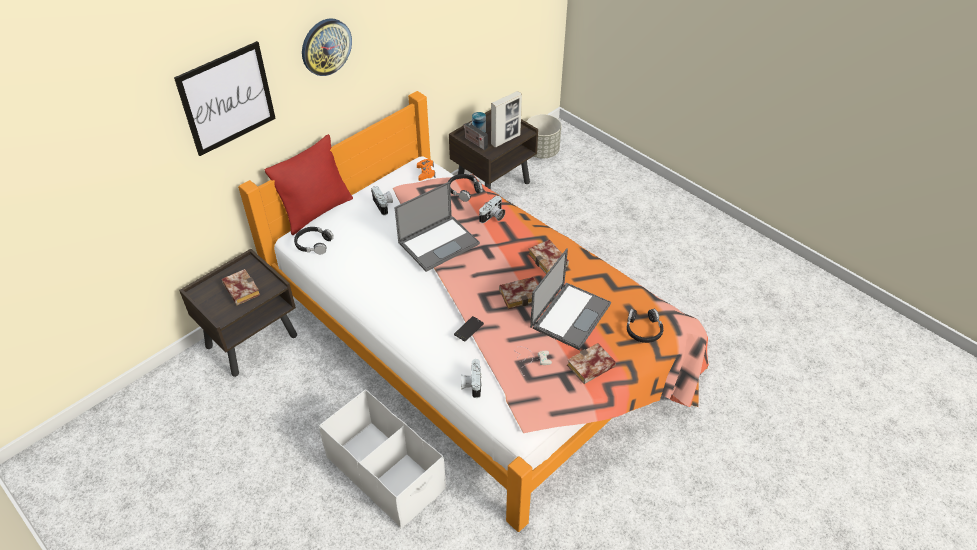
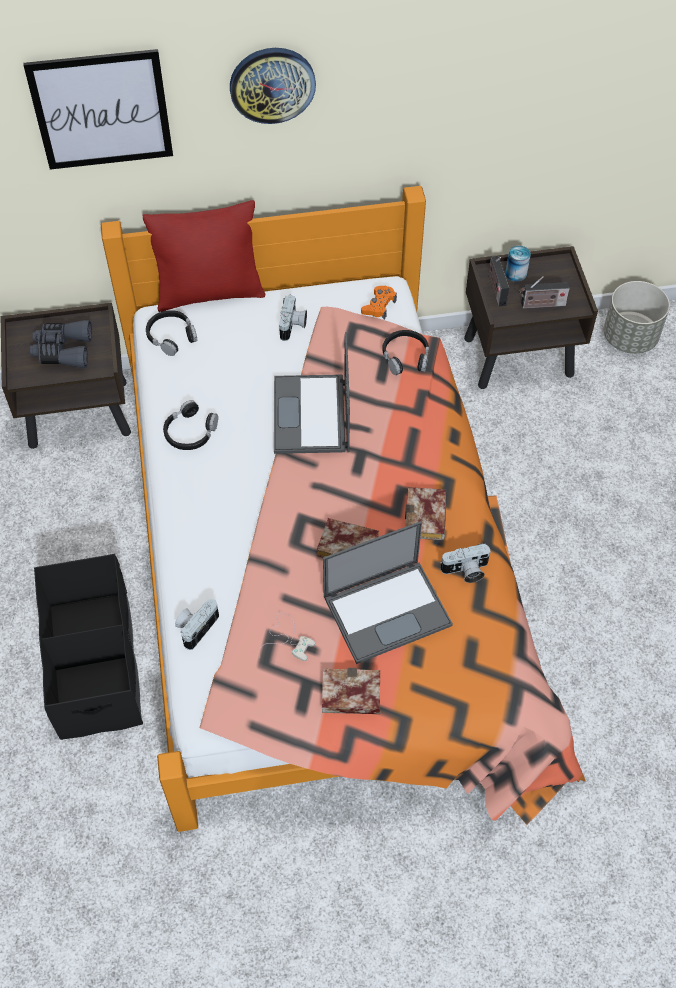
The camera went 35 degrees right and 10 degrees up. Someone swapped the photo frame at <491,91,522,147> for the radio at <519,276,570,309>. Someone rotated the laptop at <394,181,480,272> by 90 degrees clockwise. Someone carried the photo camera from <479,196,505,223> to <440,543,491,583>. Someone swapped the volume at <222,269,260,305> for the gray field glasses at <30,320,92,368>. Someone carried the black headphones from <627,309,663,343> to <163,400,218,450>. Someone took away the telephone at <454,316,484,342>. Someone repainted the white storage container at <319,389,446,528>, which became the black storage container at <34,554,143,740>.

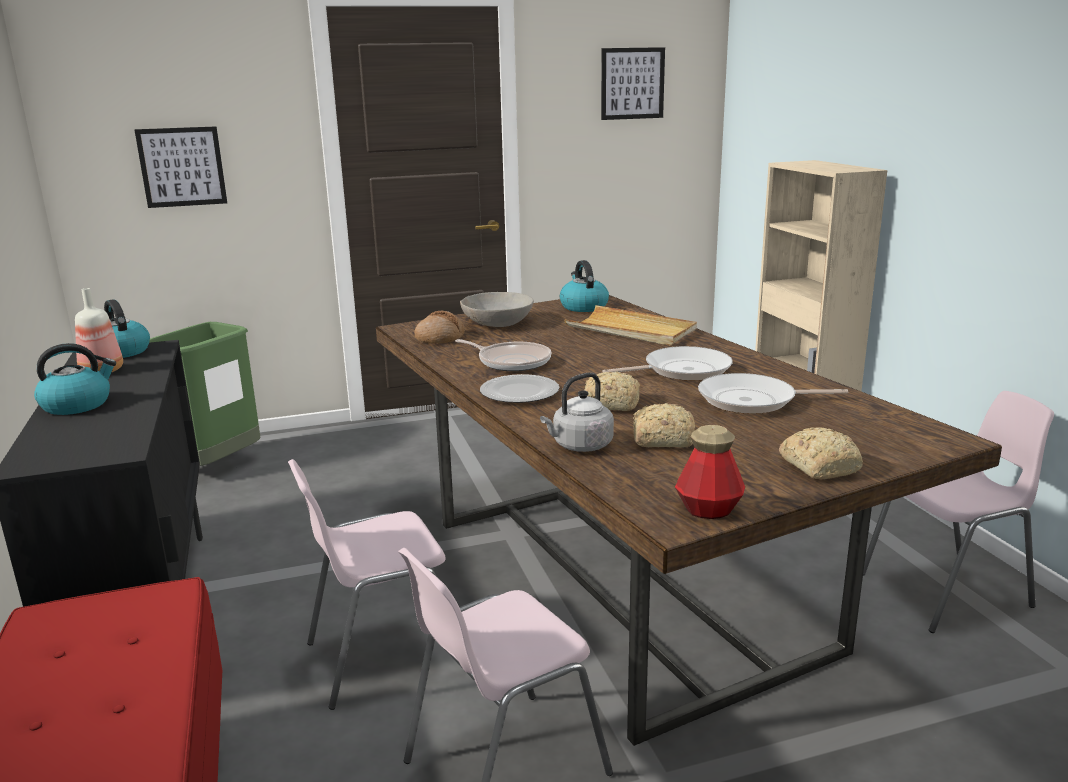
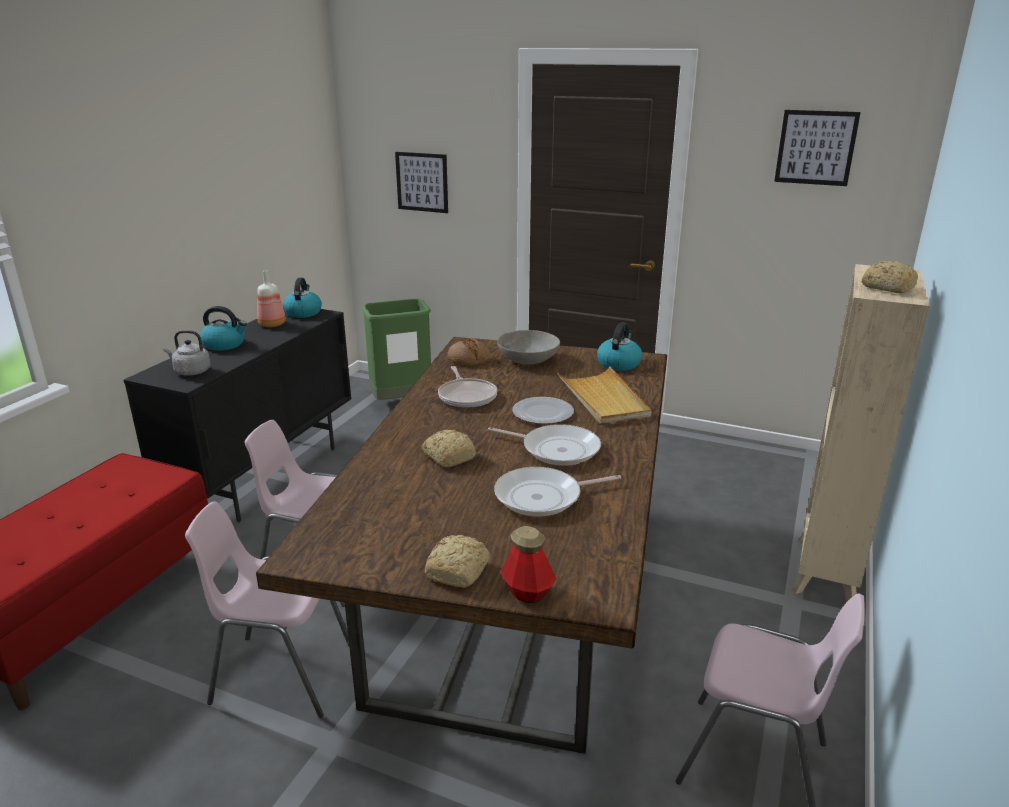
The camera went 40 degrees right and 5 degrees up. Someone carried the gray tea kettle from <540,372,614,452> to <163,330,211,376>. Someone rotated the pan at <698,373,848,414> by 60 degrees counterclockwise. Someone carried the plate from <480,374,560,403> to <512,397,574,424>. Someone carried the bakery bread from <633,403,695,448> to <861,261,918,293>. Someone carried the bottle from <675,425,745,519> to <501,526,556,603>.

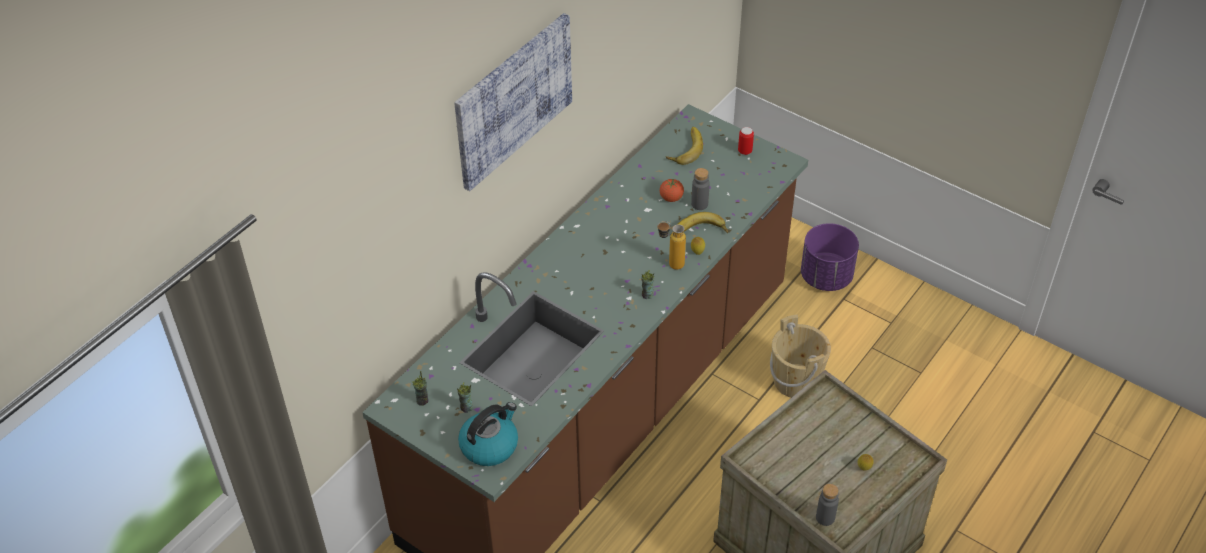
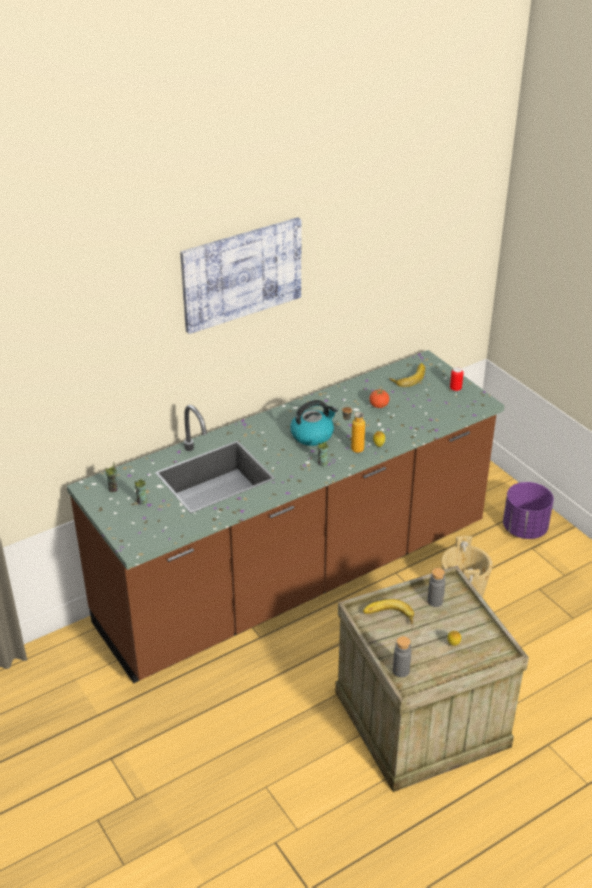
The camera went 20 degrees right and 10 degrees down. Someone carried the gray bottle from <691,168,710,210> to <427,568,445,607>. Someone carried the whole banana from <678,212,728,234> to <363,599,414,625>. Someone carried the tea kettle from <458,402,518,466> to <290,400,338,446>.

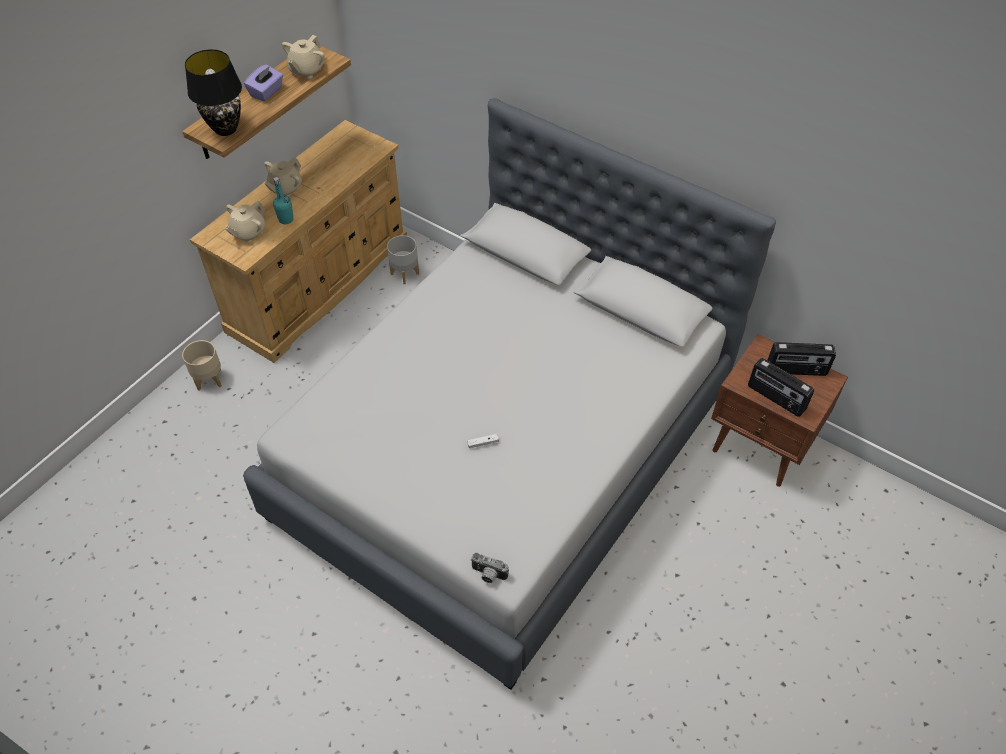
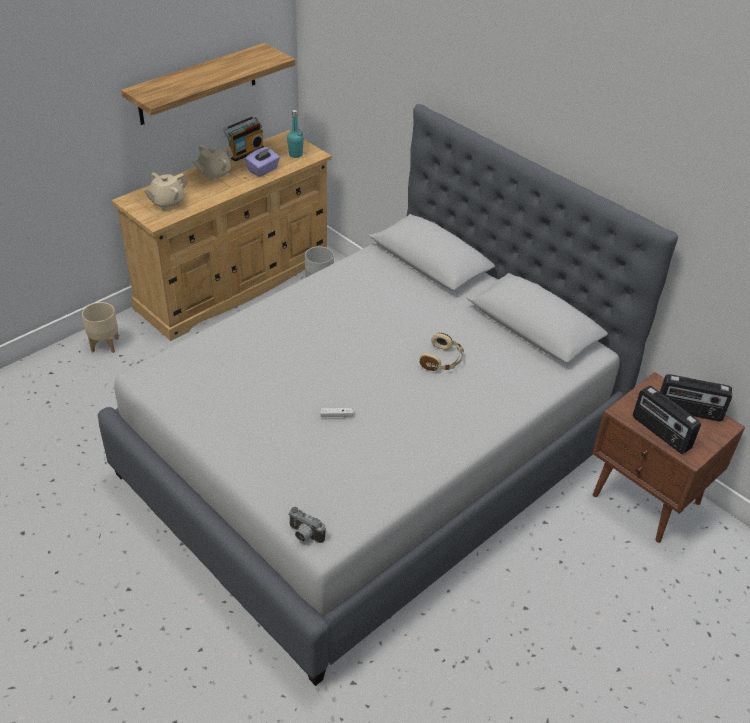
The camera went 10 degrees right and 10 degrees down. Someone took away the beige-coloured teapot at <282,35,325,79>. Someone took away the black lamp for a table at <185,49,242,136>. Someone carried the purplish tissue holder from <244,64,283,102> to <245,147,280,177>. Someone carried the blue-green bottle from <273,177,294,224> to <287,110,304,158>. Someone put down the radio at <223,115,264,161>. Someone put down the beige-coloured headphones at <420,333,464,371>.

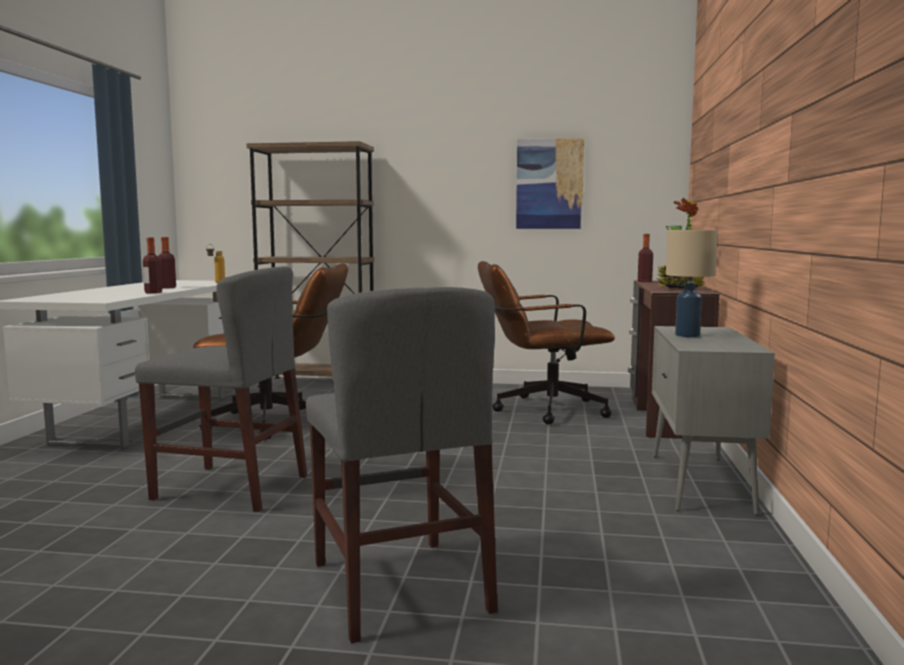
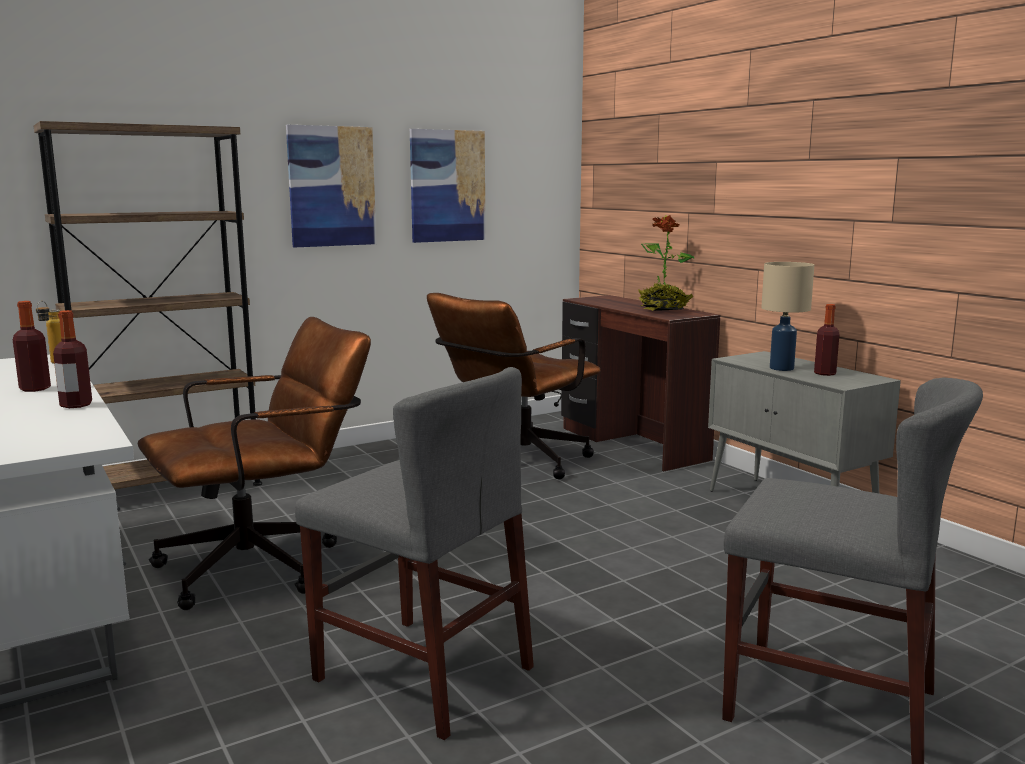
The camera went 40 degrees left and 5 degrees up. Someone carried the bottle from <638,234,653,282> to <814,304,839,376>. Someone rotated the gray plain chair at <135,266,307,512> by 60 degrees clockwise. Someone put up the wall art at <286,125,376,248>.

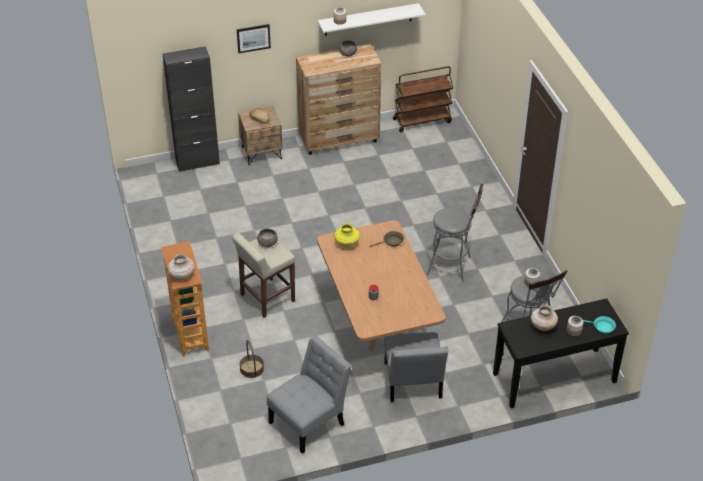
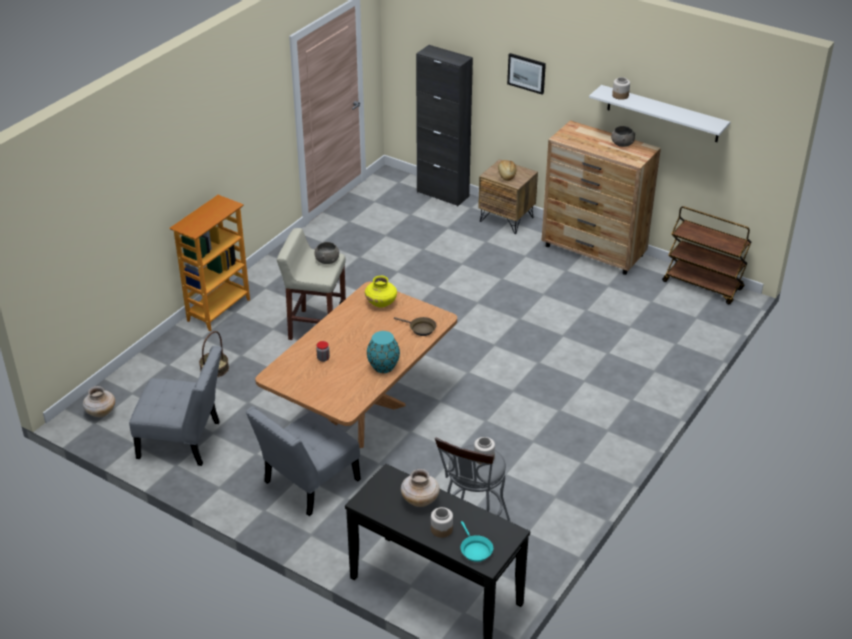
The camera went 50 degrees right and 5 degrees down. Someone took away the gray sitting stool at <427,183,483,282>. Someone carried the beige-coloured flower vase from <168,254,195,280> to <83,386,115,417>. Someone put down the blue-green flower vase at <367,331,400,373>.

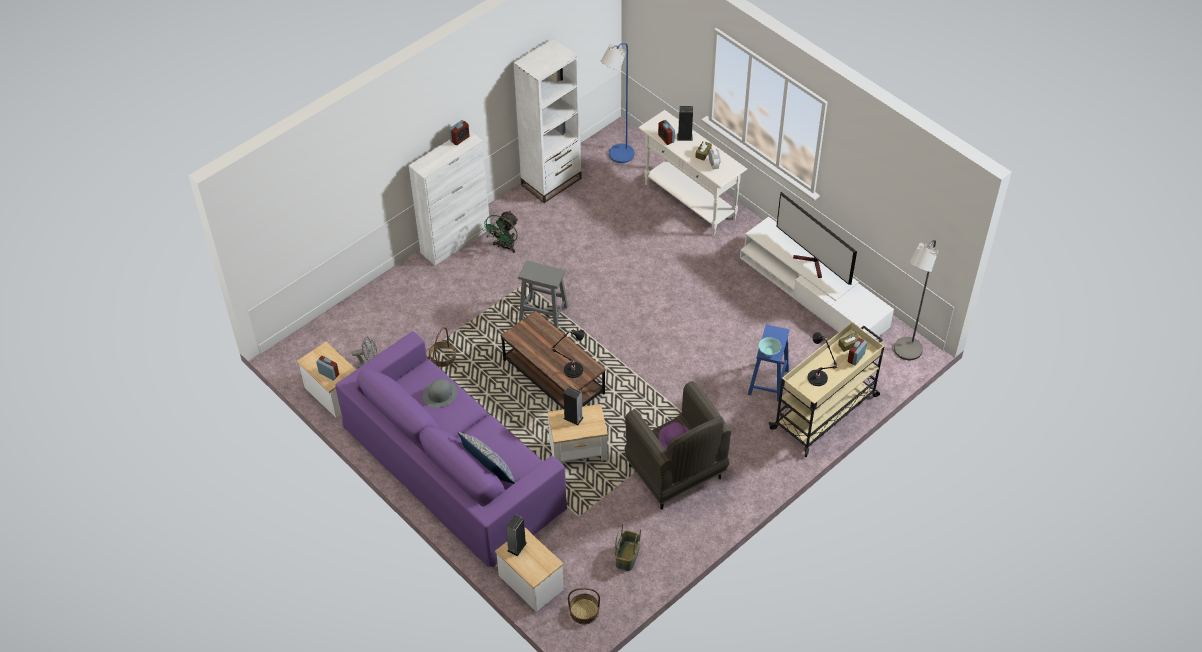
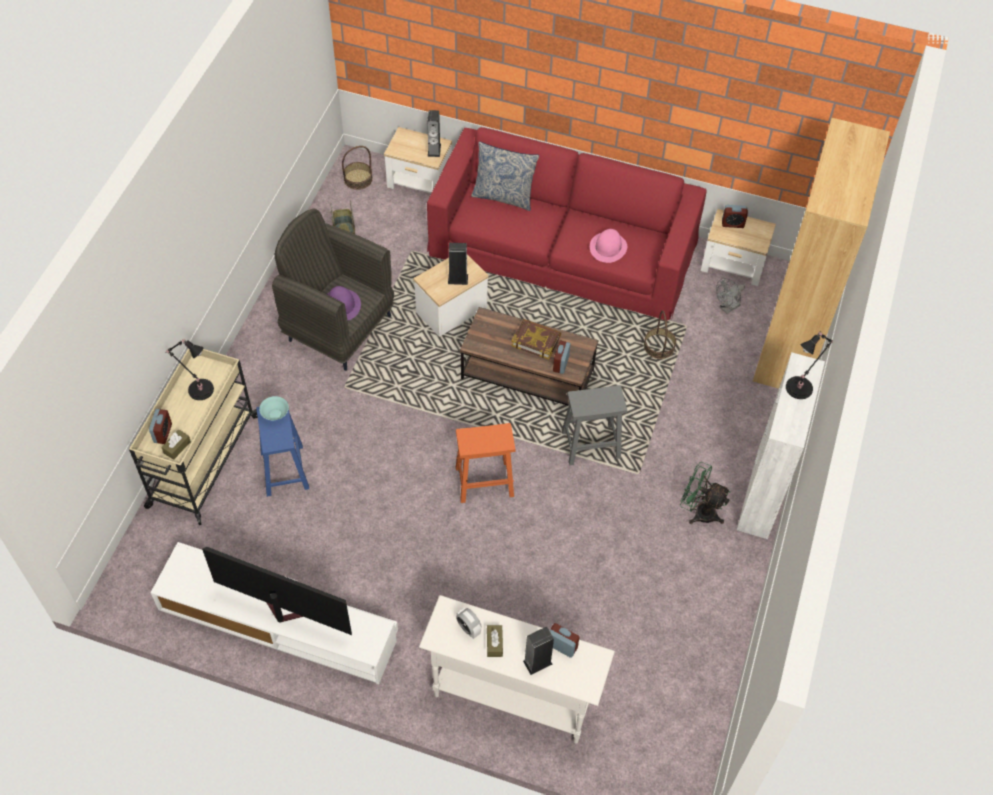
The camera went 150 degrees right and 5 degrees up. Someone took away the white bookshelf at <513,38,581,203>. Someone took away the bluish standard lamp at <601,43,634,163>. Someone carried the alarm clock from <449,120,470,145> to <553,341,571,374>. Someone rotated the greenish fan at <482,211,518,253> by 60 degrees counterclockwise. Someone took away the gray standard lamp at <894,240,938,360>. Someone carried the black lamp for a table from <551,330,585,378> to <786,331,833,399>. Someone repainted the purplish settee at <335,331,567,567>, which became the reddish settee at <427,127,707,321>. Someone repainted the gray hat at <423,379,458,408>, which became the pinkish hat at <590,229,627,263>. Someone put down the brownish bookshelf at <753,118,890,389>. Someone put down the volume at <511,319,561,360>. Someone put down the orangey sitting stool at <456,423,515,503>.

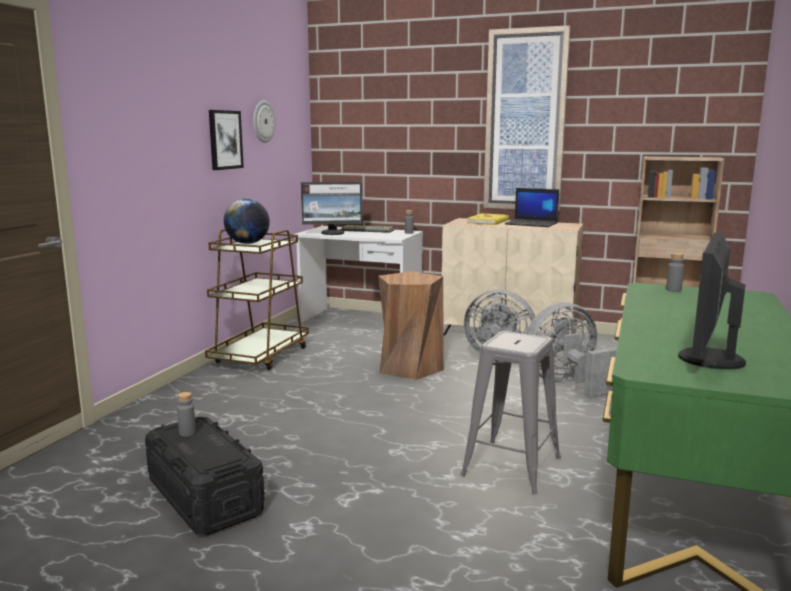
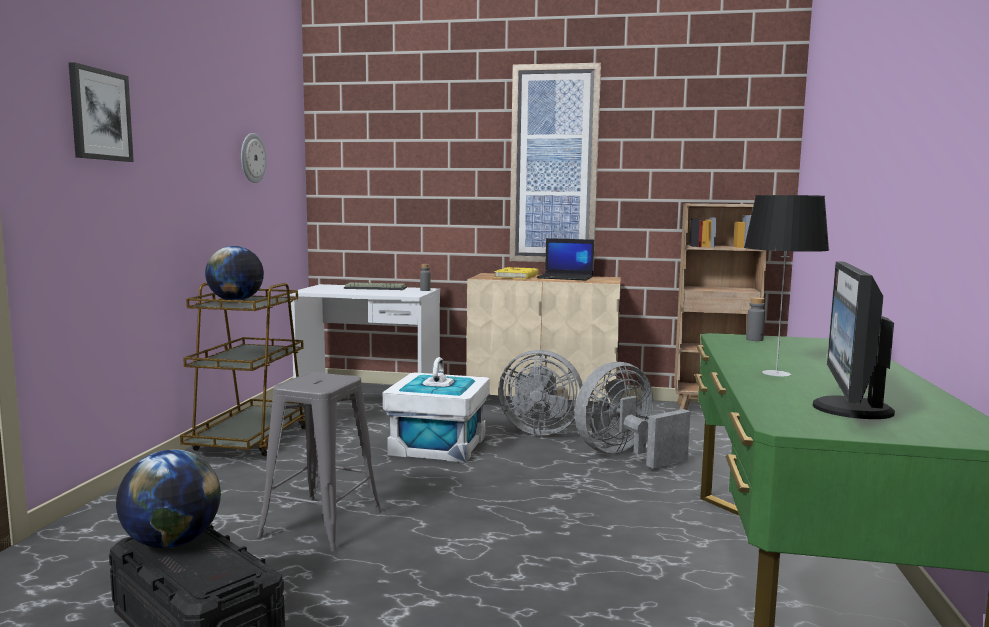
The camera went 10 degrees left and 5 degrees down. Someone carried the wall art from <209,110,244,170> to <69,62,134,162>. Someone took away the computer display at <301,182,362,235>. Someone swapped the brownish sitting stool at <378,271,444,380> for the white storage container at <383,357,490,463>. Someone carried the gray sitting stool from <460,331,561,495> to <257,372,382,552>. Someone swapped the gray bottle at <177,392,196,437> for the desk globe at <116,449,221,548>. Someone put down the lamp for a table at <744,195,829,377>.

